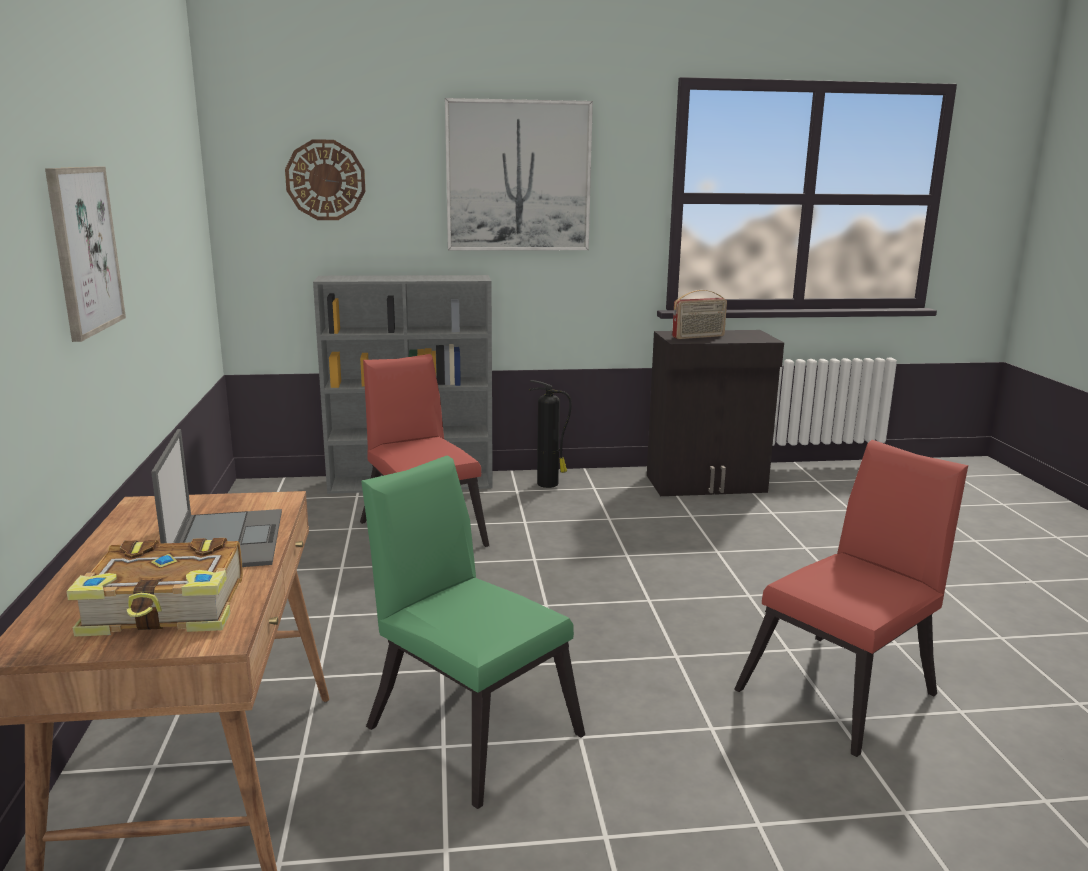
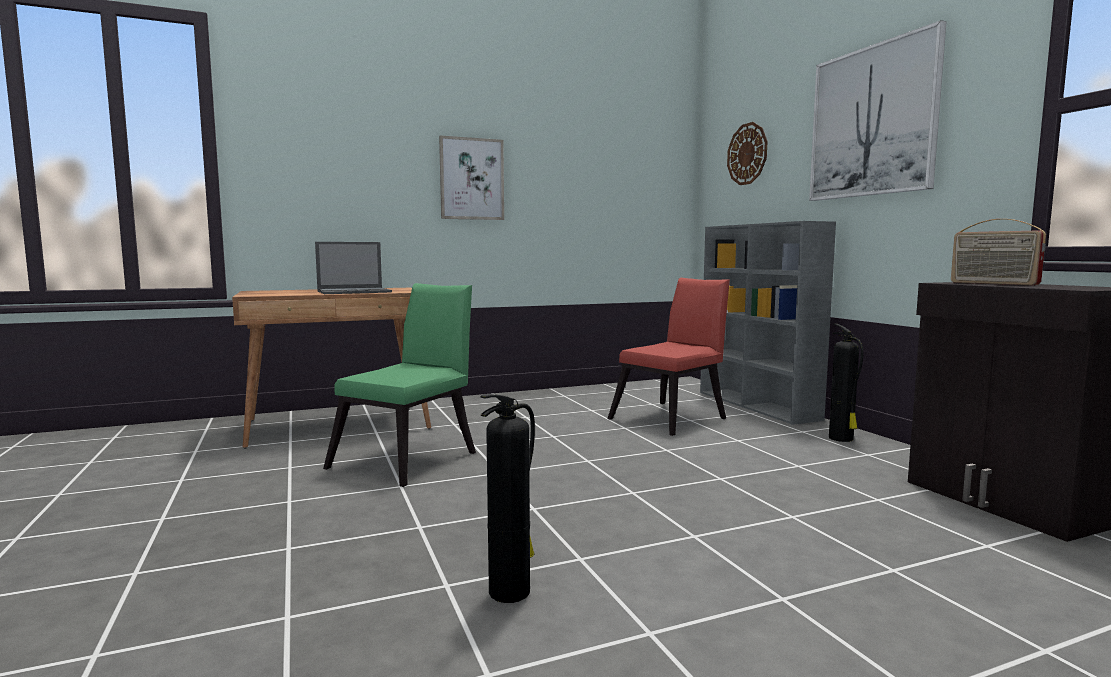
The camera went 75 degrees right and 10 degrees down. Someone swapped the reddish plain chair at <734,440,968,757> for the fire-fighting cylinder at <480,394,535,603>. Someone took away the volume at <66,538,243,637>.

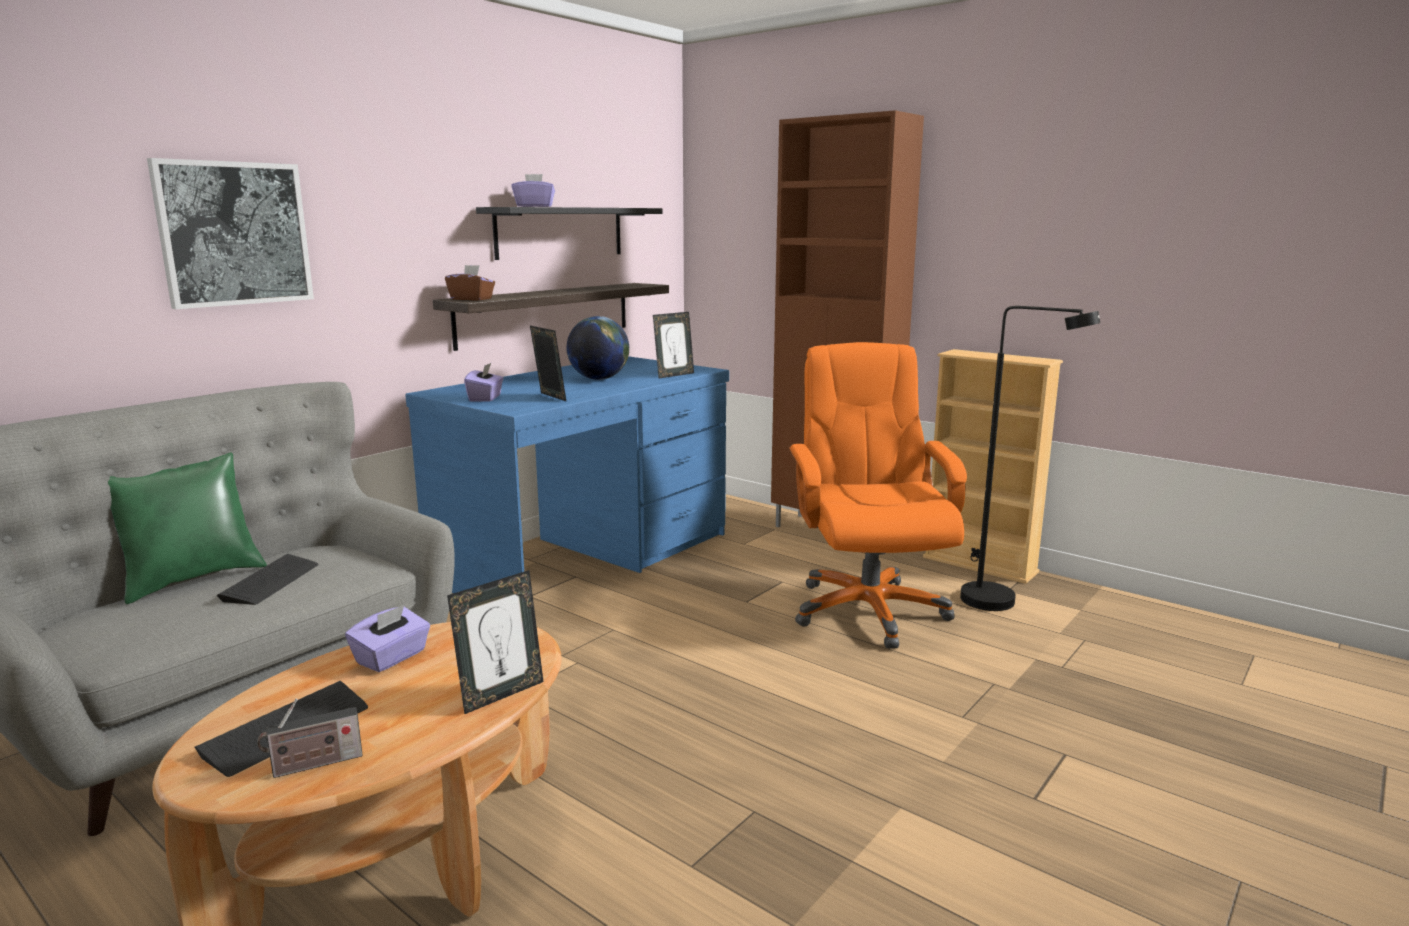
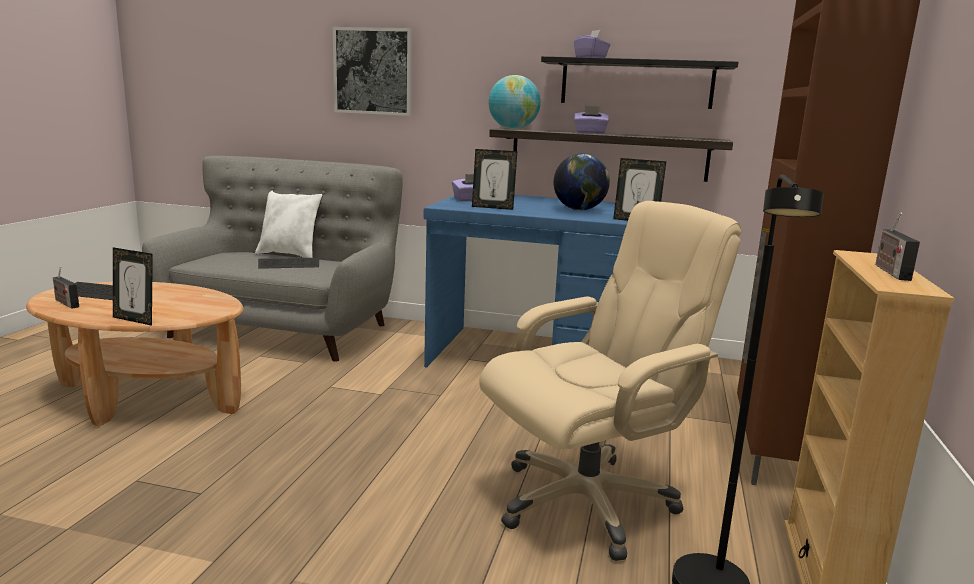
The camera went 65 degrees right and 0 degrees up. Someone swapped the brownish tissue holder at <445,265,495,301> for the desk globe at <489,75,541,129>. Someone rotated the photo frame at <530,326,567,402> by 75 degrees clockwise. Someone repainted the orangey desk chair at <789,342,967,649>, which became the beige-coloured desk chair at <479,201,742,561>. Someone repainted the greenish cushion at <108,453,267,604>, which became the white cushion at <255,191,323,258>. Someone carried the purplish tissue holder from <345,604,430,672> to <574,105,609,134>. Someone put down the radio at <875,213,920,281>.

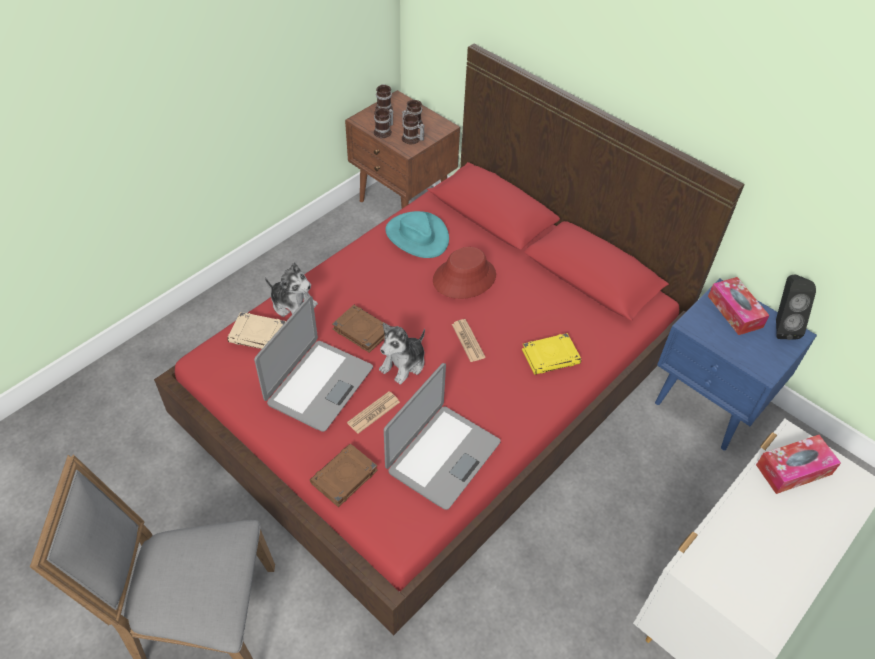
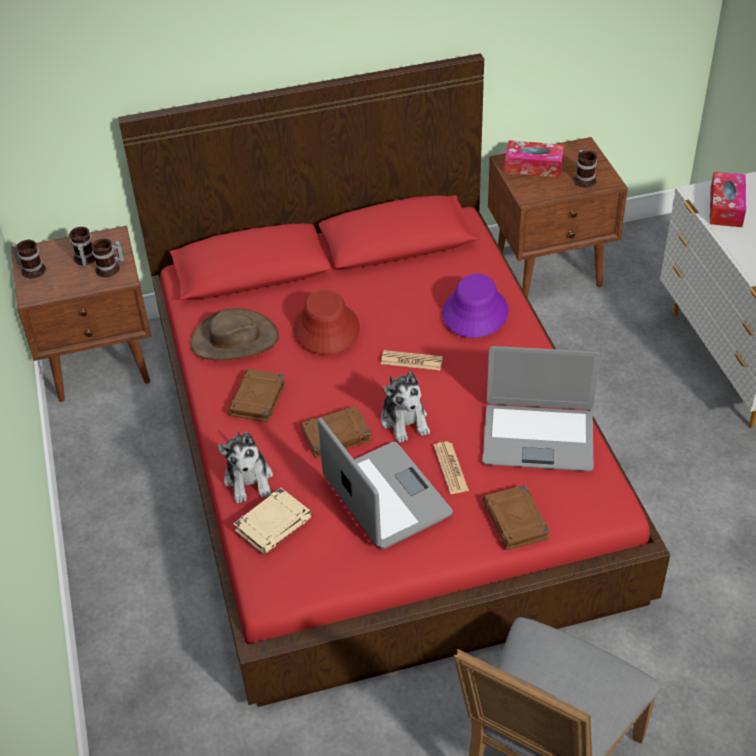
The camera went 55 degrees left and 5 degrees down. Someone carried the coffee mug from <374,108,393,138> to <573,150,597,188>. Someone repainted the blue-green hat at <385,211,449,258>, which became the brownish hat at <190,308,279,360>. Someone rotated the soft toy at <265,263,318,317> by 105 degrees clockwise. Someone took away the black audio speaker at <776,274,816,340>. Someone repainted the bluish night table at <655,279,817,450>, which became the brownish night table at <488,137,628,298>. Someone swapped the yellowish volume at <522,333,581,375> for the purplish hat at <442,273,509,338>. Someone rotated the laptop at <384,363,501,510> by 120 degrees clockwise. Someone put down the brownish volume at <228,369,286,422>.

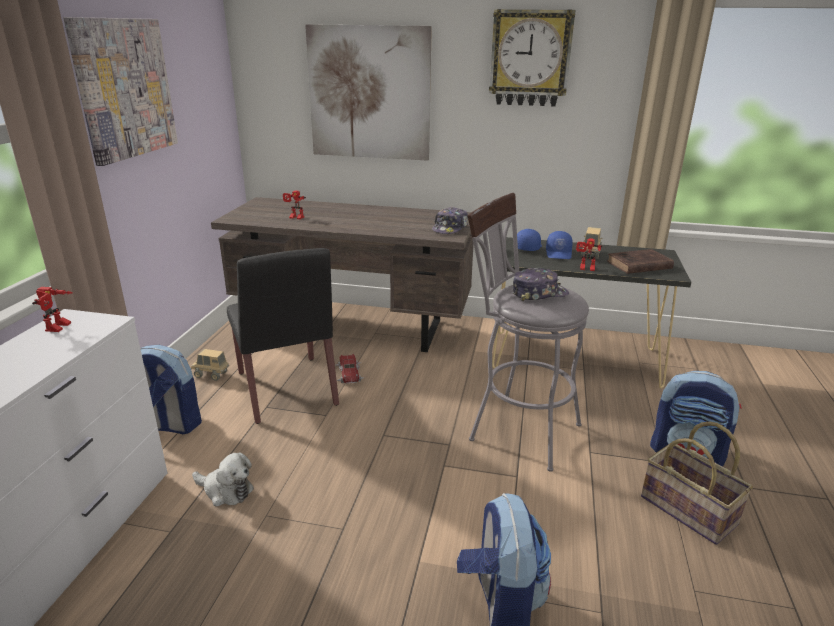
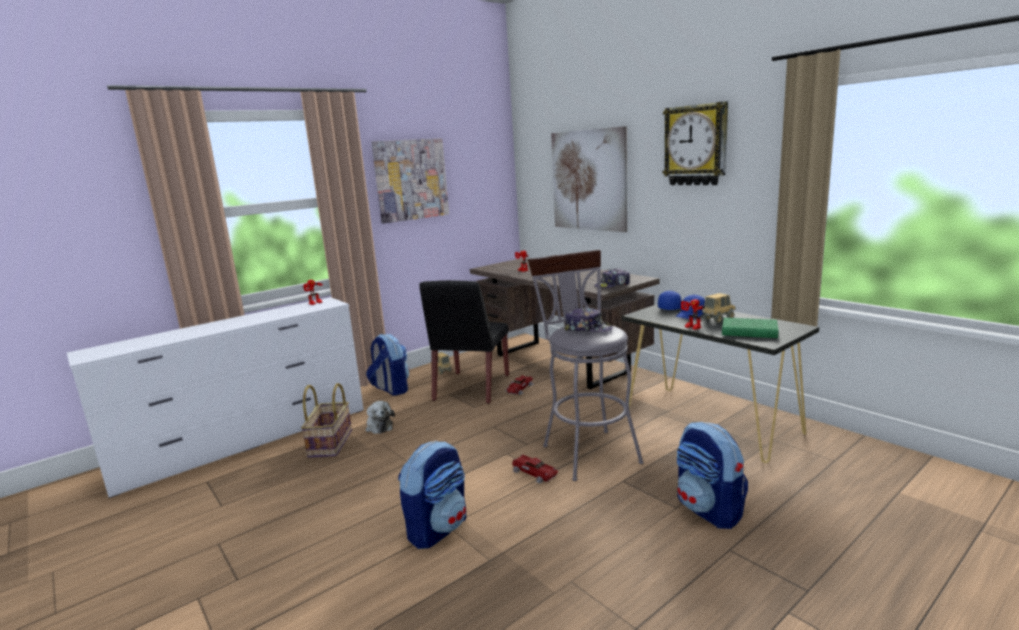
The camera went 40 degrees right and 10 degrees down. Someone repainted the brownish volume at <607,249,674,274>, which became the greenish volume at <722,318,779,338>. Someone carried the storage basket from <641,422,753,545> to <301,383,352,458>. Someone put down the toy car at <512,454,559,483>.

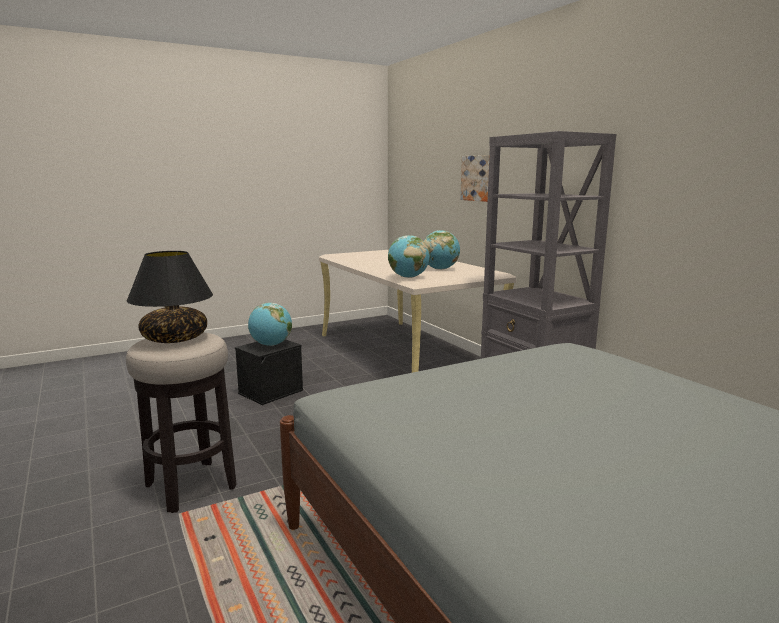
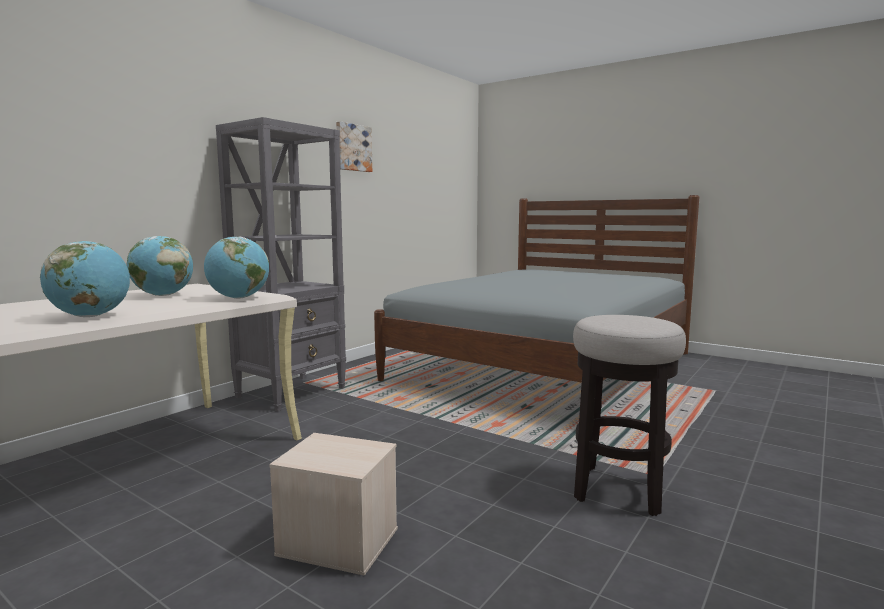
The camera went 115 degrees left and 5 degrees down. Someone carried the wall art from <460,155,489,202> to <336,121,372,172>. Someone took away the black lamp for a table at <127,251,213,343>. Someone carried the desk globe from <248,303,292,346> to <40,241,130,317>. Someone repainted the black storage container at <235,339,303,405>, which became the beige-coloured storage container at <269,433,398,576>.

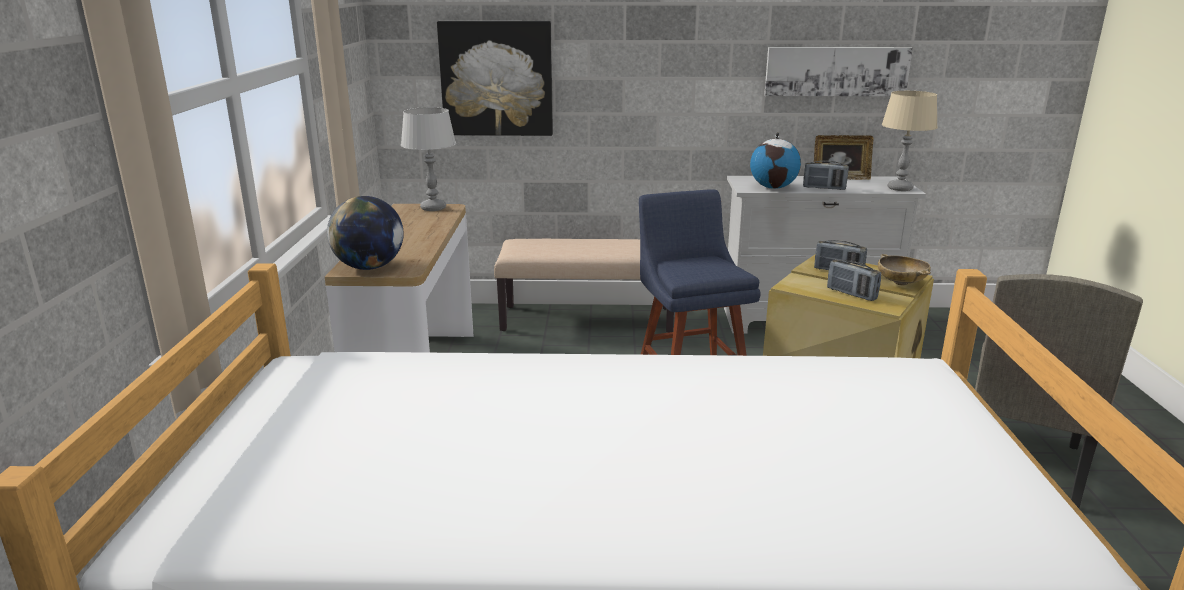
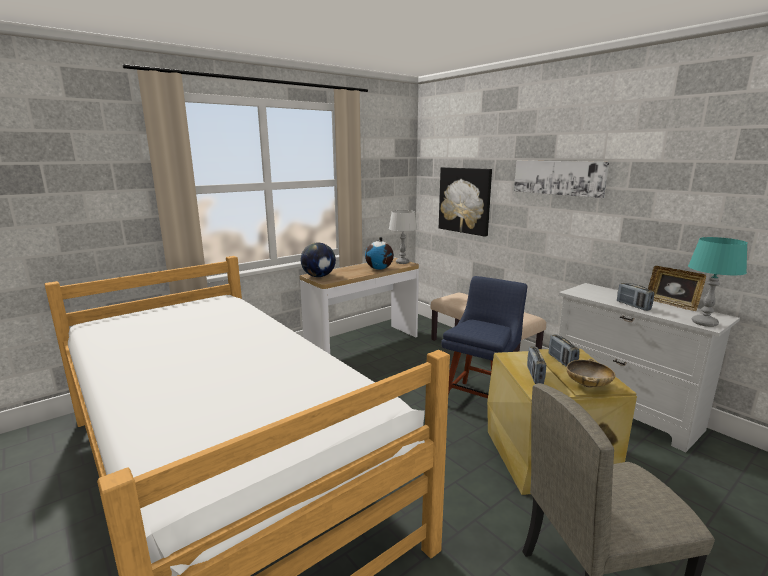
The camera went 50 degrees right and 5 degrees down. Someone carried the wall art from <764,47,913,97> to <514,160,609,198>. Someone repainted the beige-coloured lamp for a table at <882,91,938,191>, which became the blue-green lamp for a table at <688,237,748,327>. Someone carried the desk globe from <750,132,801,189> to <365,237,394,270>.

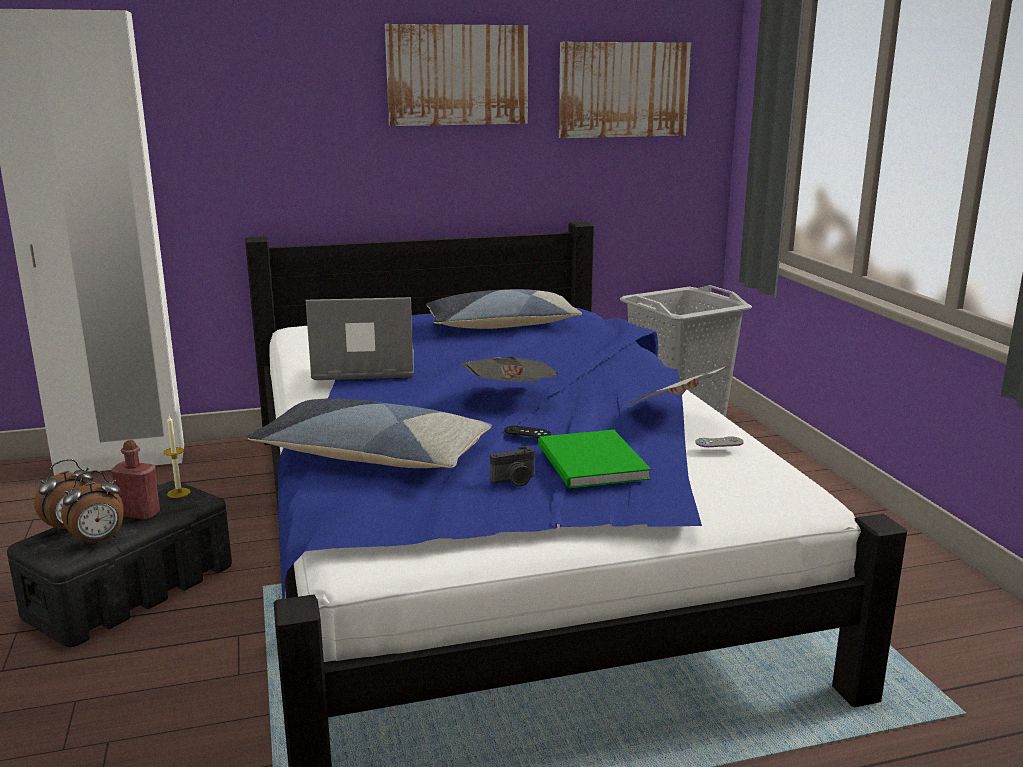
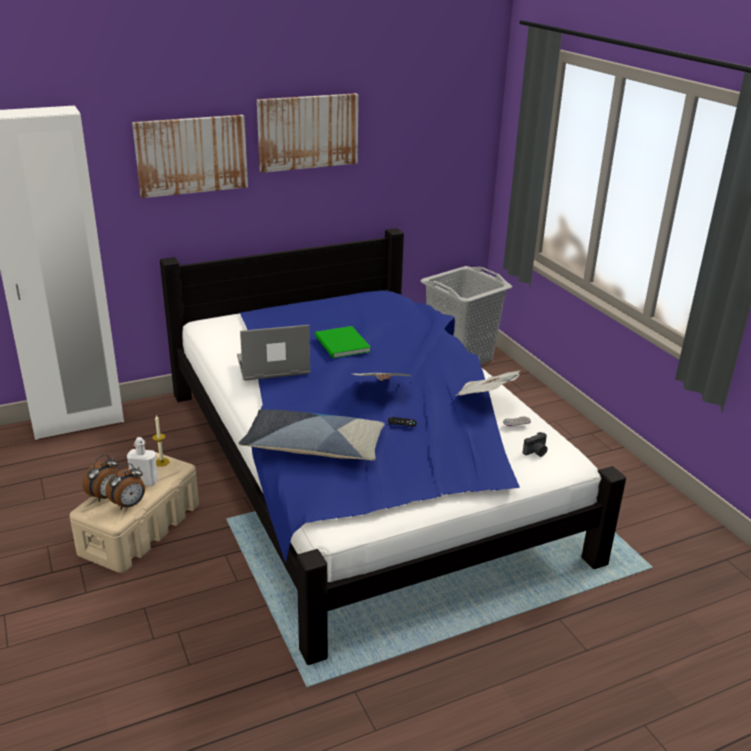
The camera went 10 degrees left and 10 degrees up. Someone carried the wall art from <559,42,691,138> to <132,115,248,198>. Someone took away the cushion at <426,289,582,329>. Someone carried the greenish volume from <538,430,651,488> to <315,326,371,358>. Someone repainted the reddish bottle at <111,440,160,520>, which became the white bottle at <127,437,158,486>. Someone carried the photo camera from <490,446,535,487> to <523,432,547,457>. Someone repainted the black storage container at <7,481,232,647>, which became the beige-coloured storage container at <70,452,199,573>.

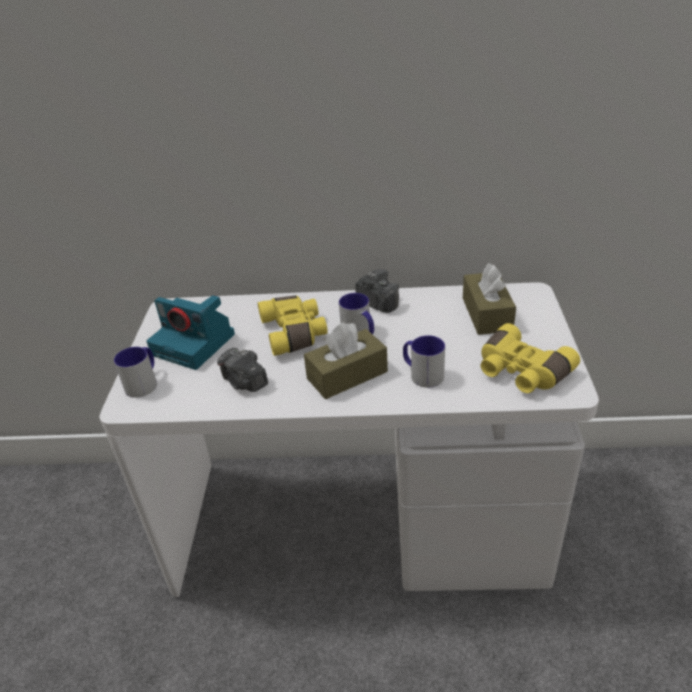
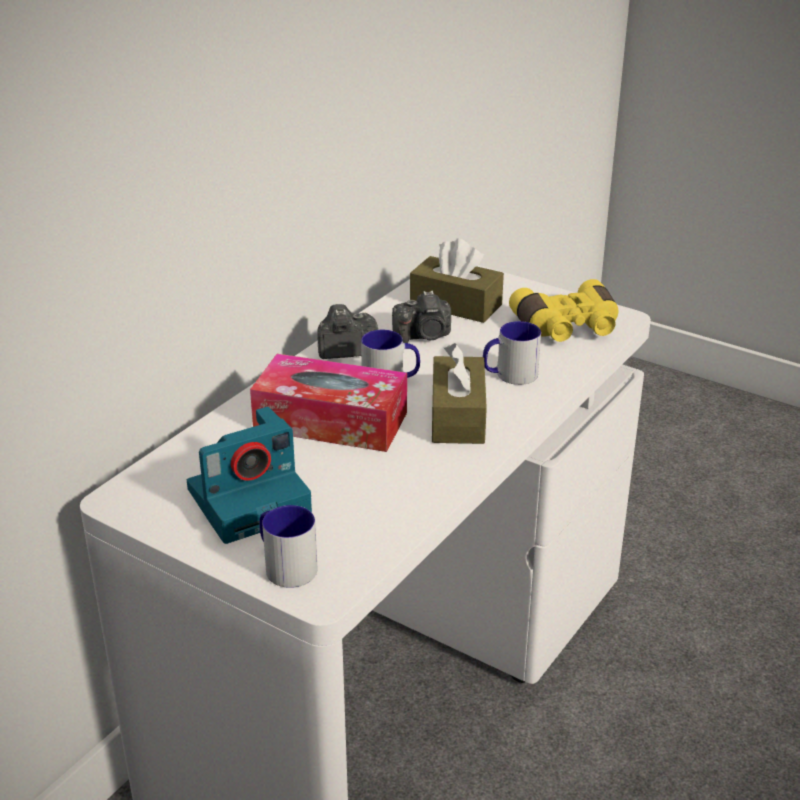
The camera went 60 degrees left and 5 degrees down. Someone swapped the yellowish field glasses at <258,296,328,356> for the tissue holder at <250,354,407,452>. Someone carried the photo camera from <217,348,268,392> to <392,290,451,343>.

